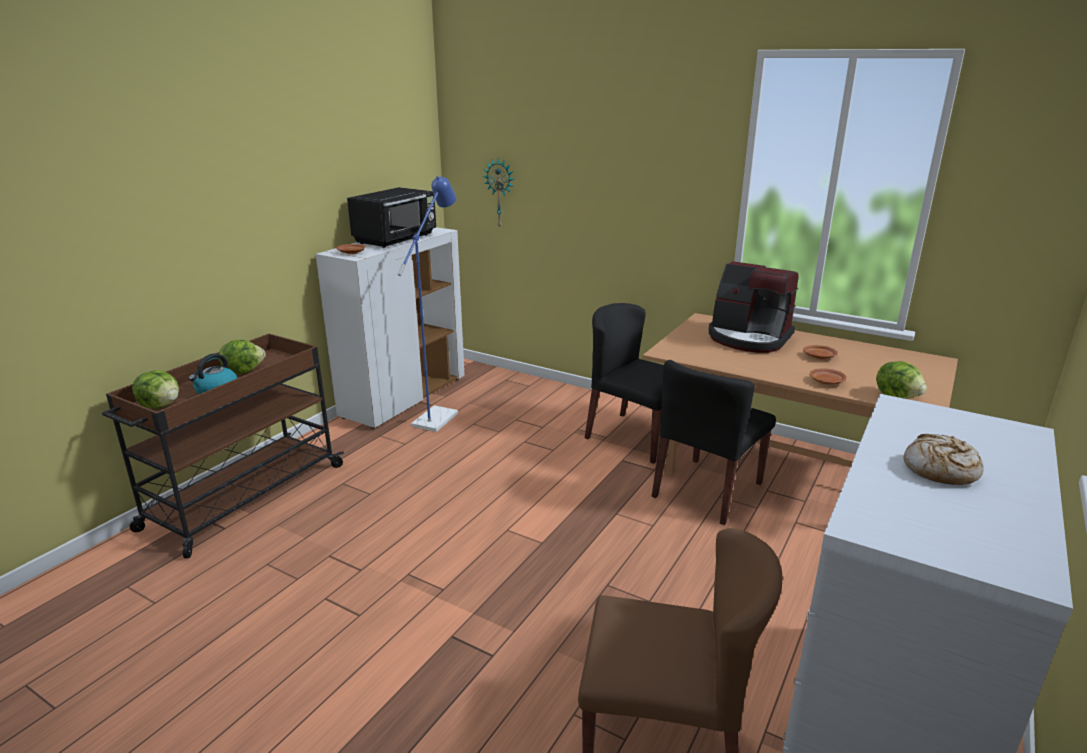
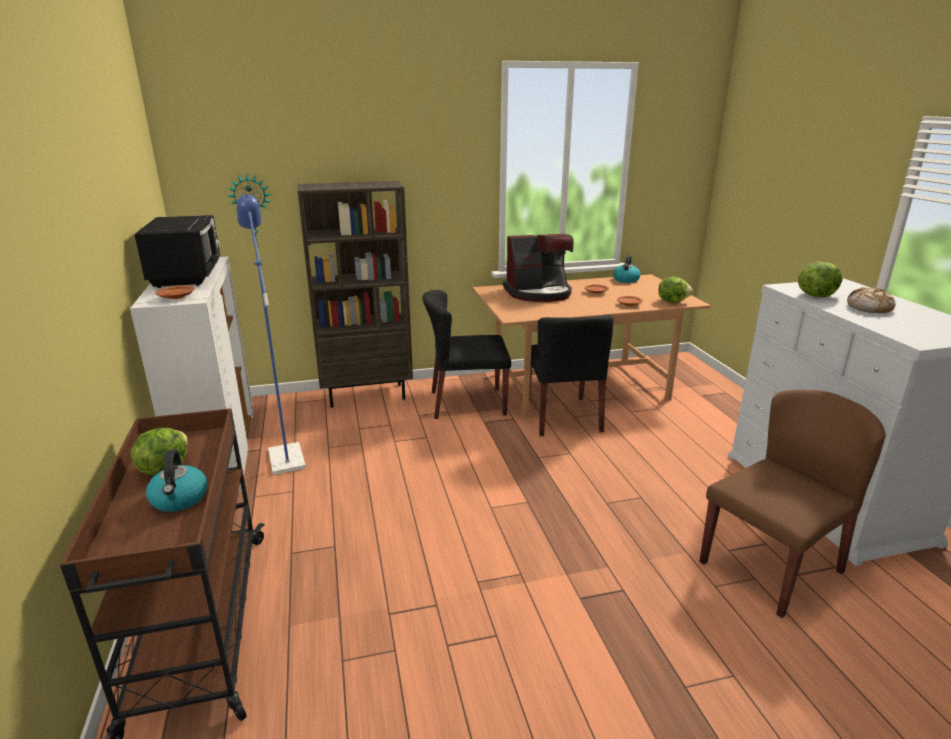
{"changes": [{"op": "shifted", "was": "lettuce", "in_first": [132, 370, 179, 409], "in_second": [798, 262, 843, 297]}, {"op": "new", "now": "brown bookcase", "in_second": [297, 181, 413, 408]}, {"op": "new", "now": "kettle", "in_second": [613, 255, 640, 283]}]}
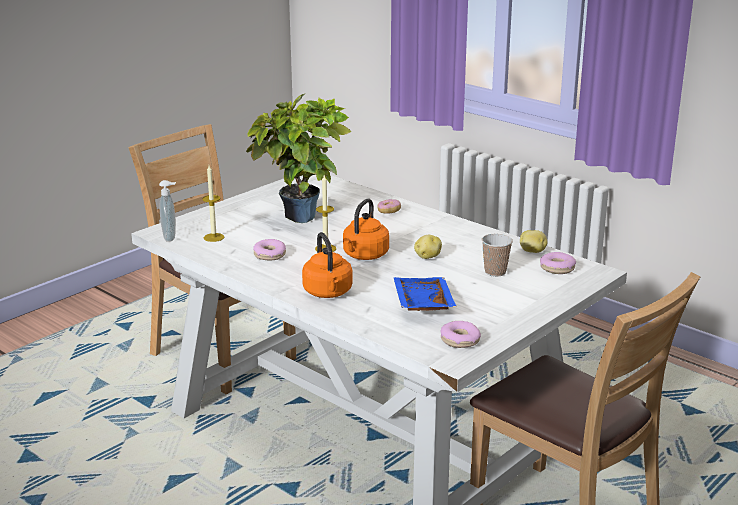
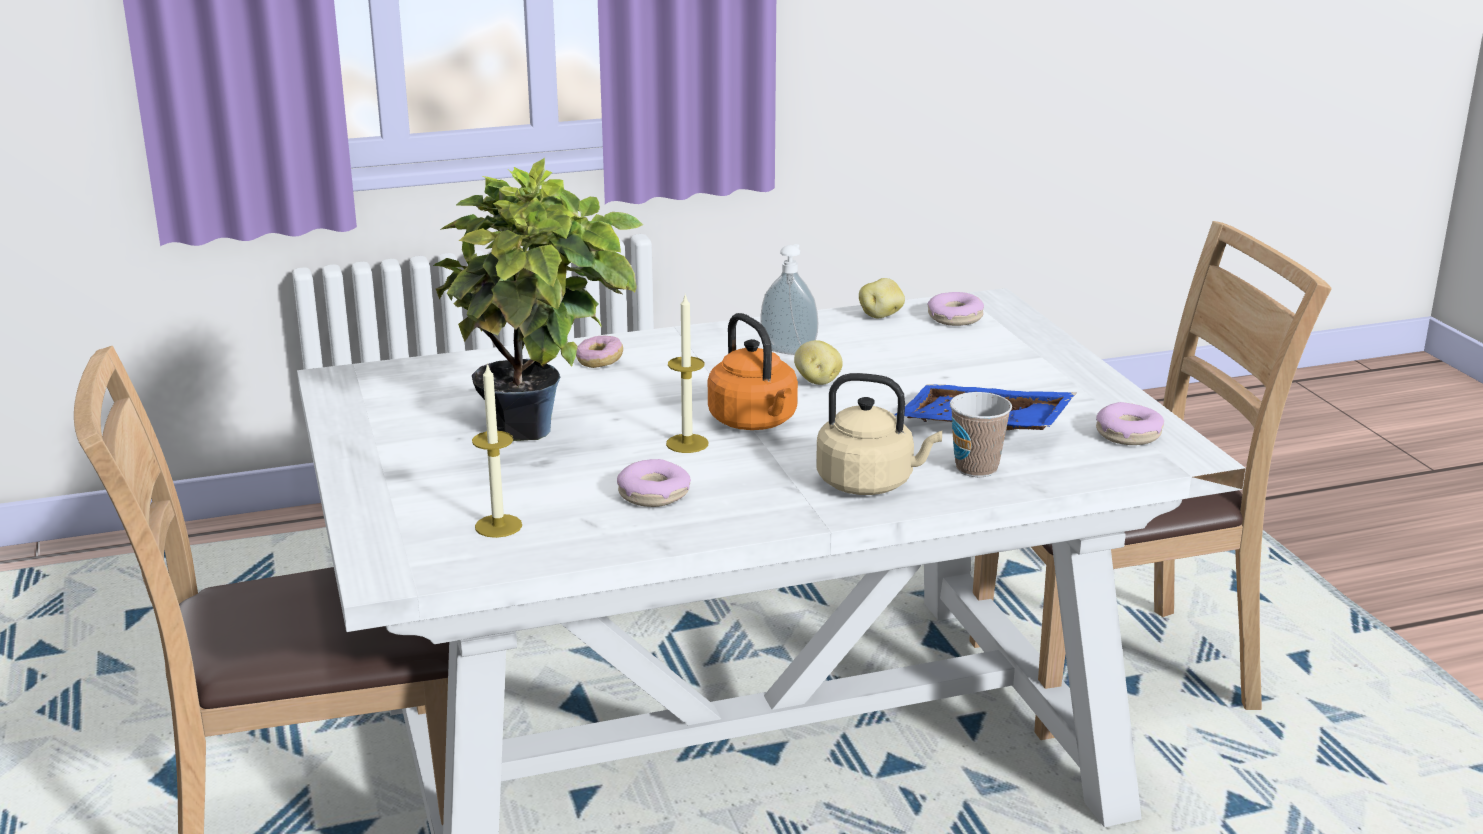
{"changes": [{"op": "shifted", "was": "soap dispenser", "in_first": [159, 180, 176, 242], "in_second": [760, 244, 818, 355]}, {"op": "repainted", "was": "orange kettle", "now": "beige kettle", "in_first": [302, 232, 353, 298], "in_second": [816, 373, 942, 495]}, {"op": "shifted", "was": "cup", "in_first": [482, 234, 513, 277], "in_second": [950, 392, 1012, 477]}]}
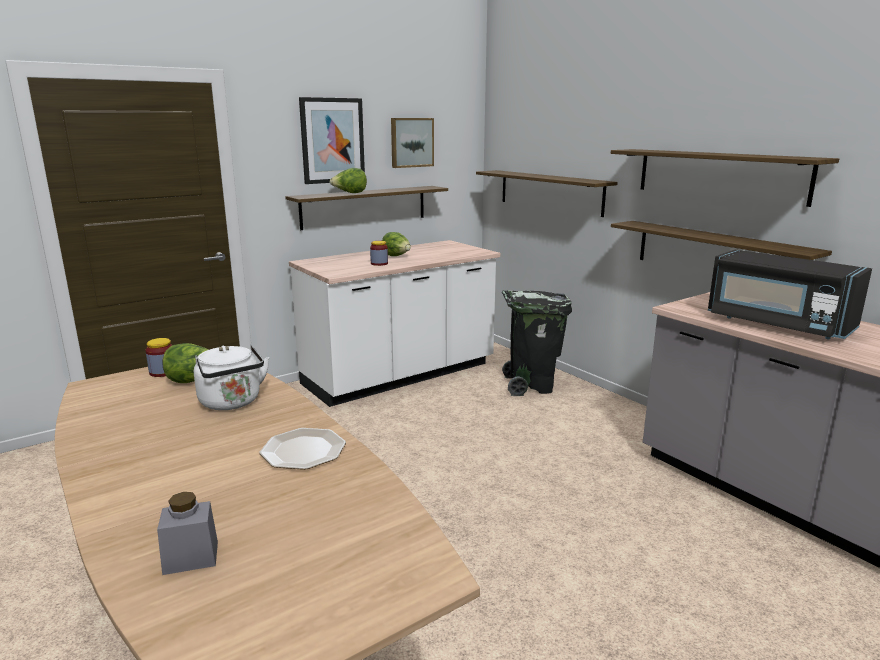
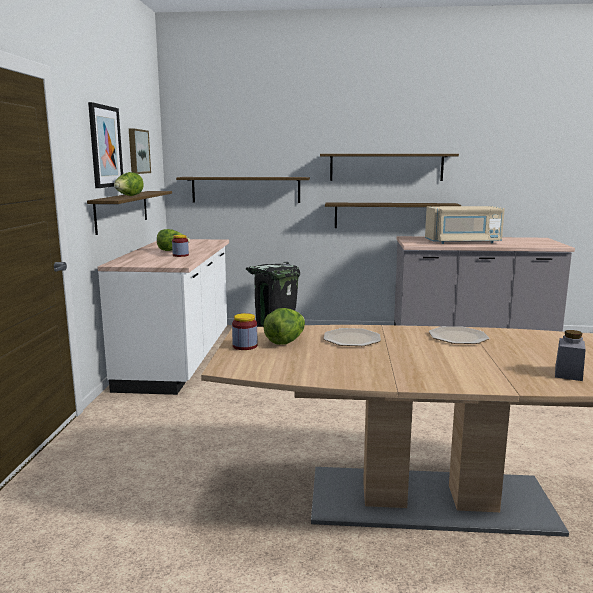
{"changes": [{"op": "repainted", "was": "black microwave", "now": "beige microwave", "in_first": [708, 250, 872, 339], "in_second": [425, 206, 505, 244]}, {"op": "swapped", "was": "white kettle", "now": "plate", "in_first": [194, 345, 269, 410], "in_second": [324, 328, 381, 346]}]}
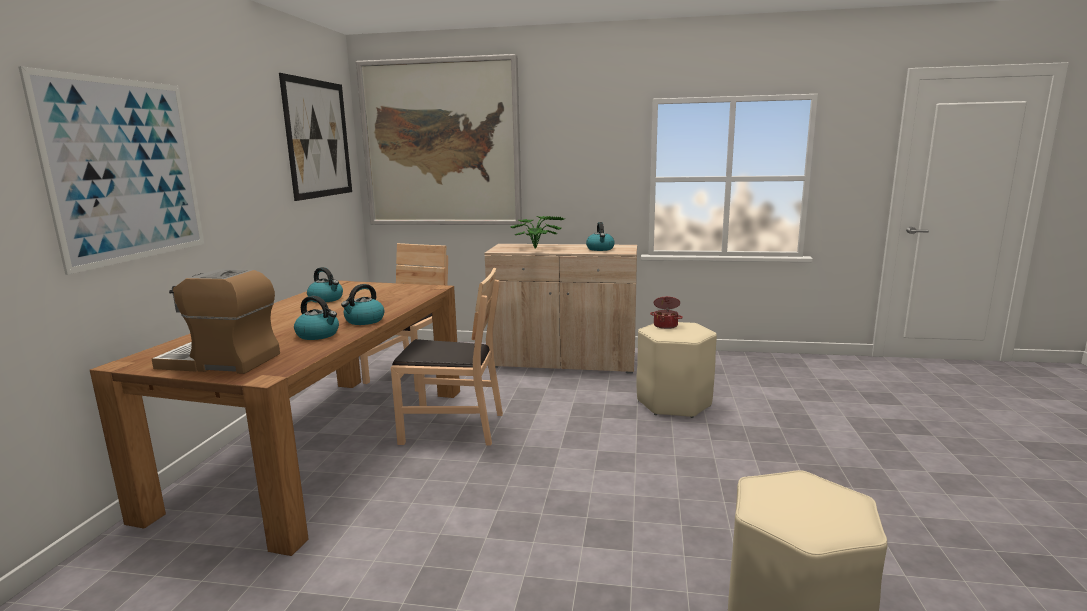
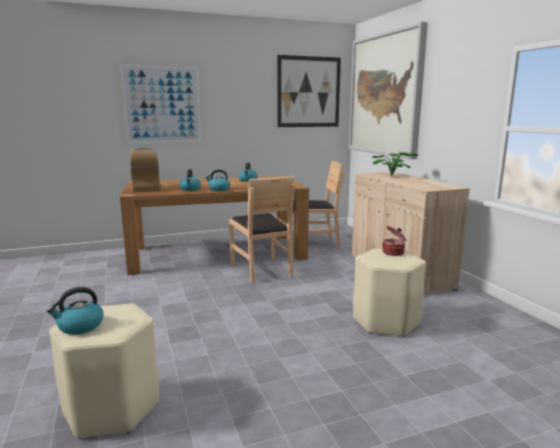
{"changes": [{"op": "shifted", "was": "kettle", "in_first": [586, 222, 615, 251], "in_second": [46, 287, 103, 335]}]}
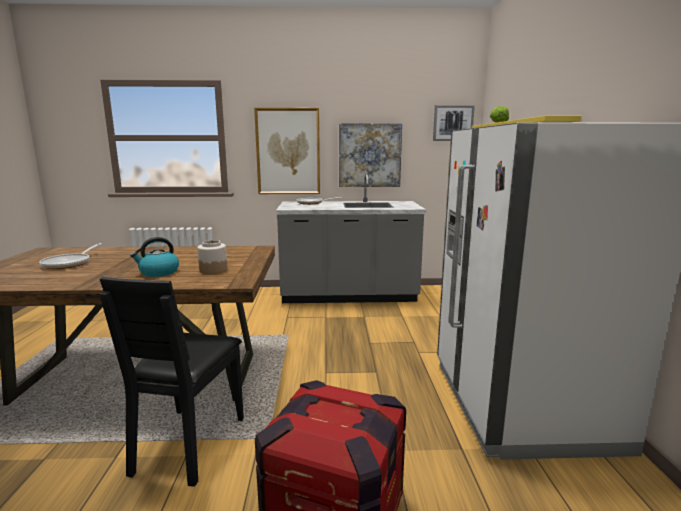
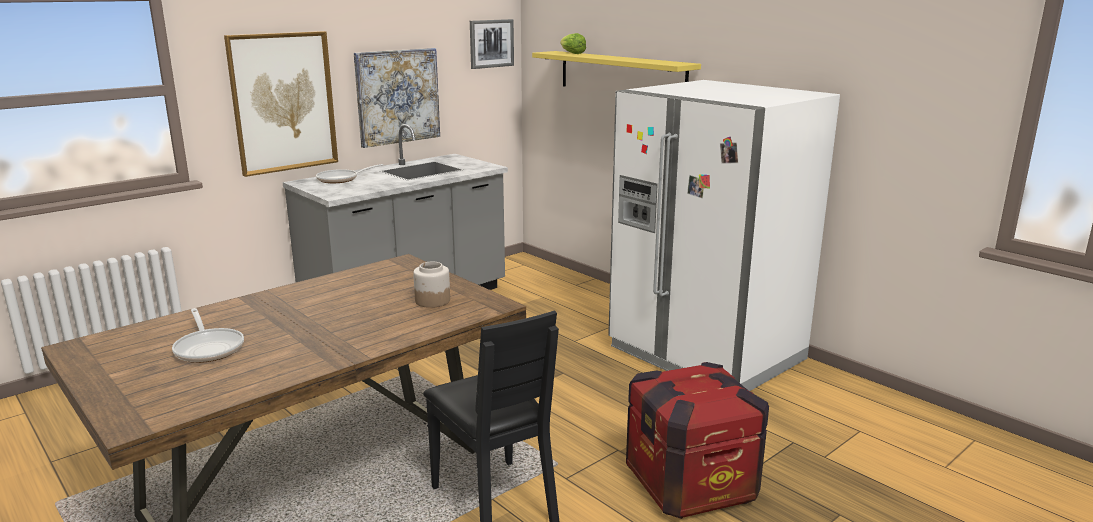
{"changes": [{"op": "gone", "was": "kettle", "in_first": [130, 237, 179, 277]}]}
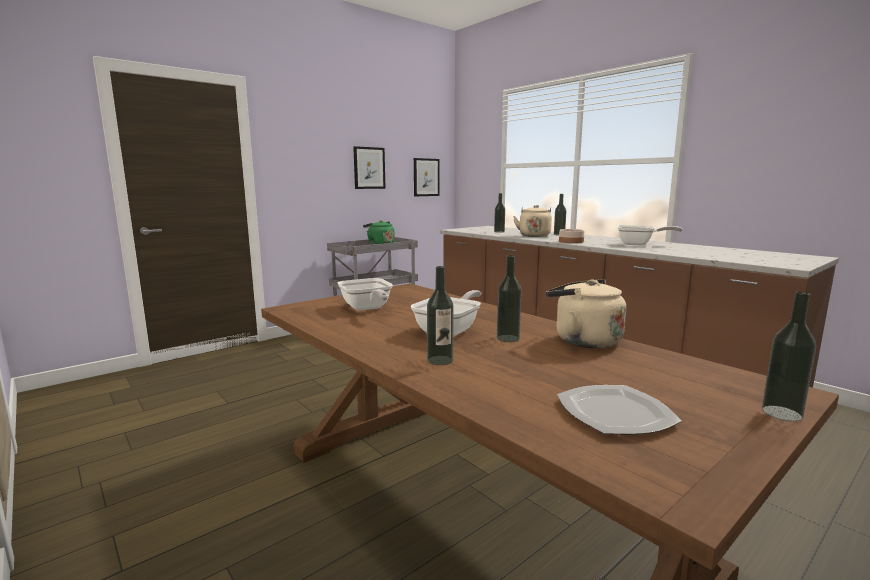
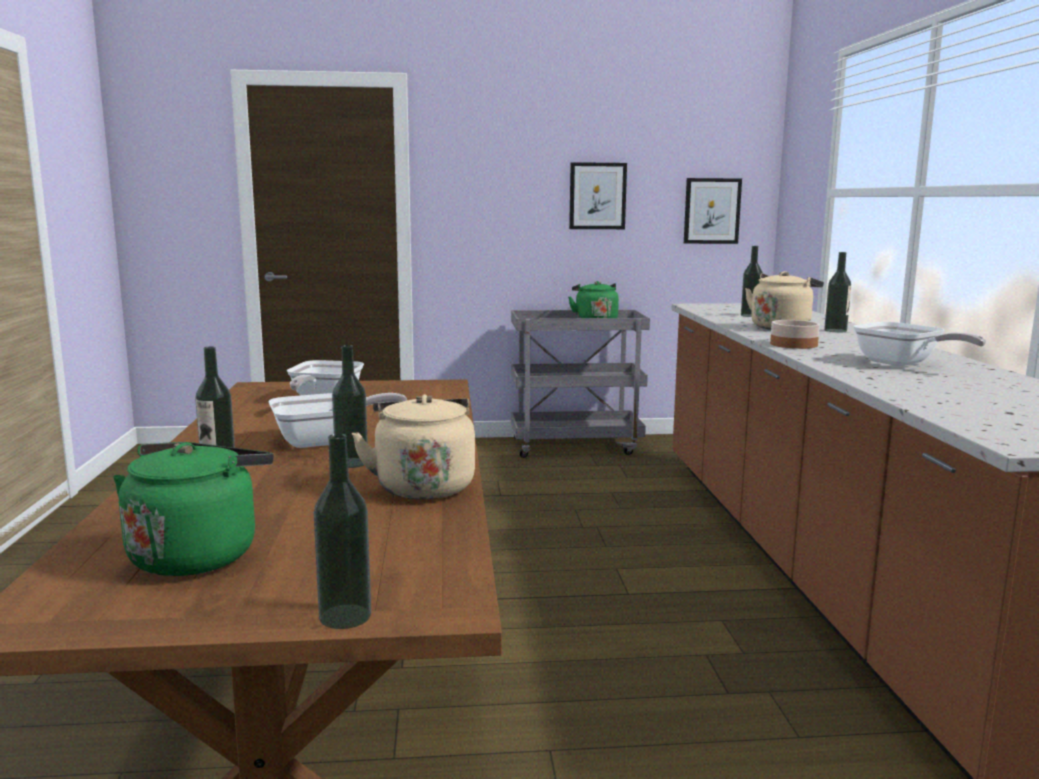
{"changes": [{"op": "swapped", "was": "plate", "now": "green kettle", "in_first": [557, 385, 682, 434], "in_second": [113, 442, 274, 576]}]}
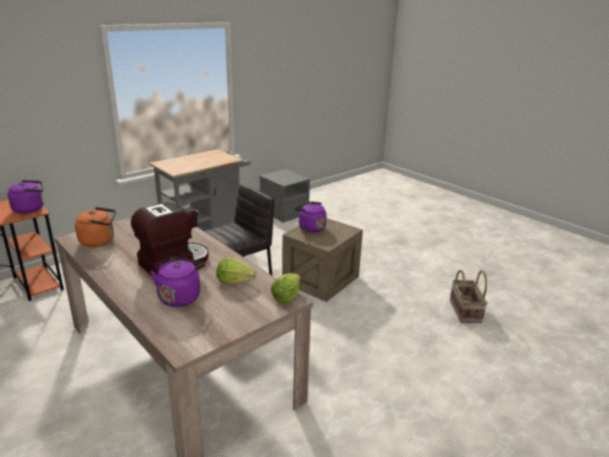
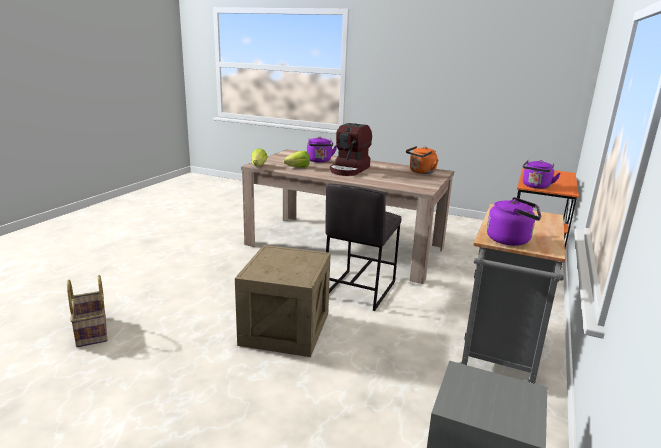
{"changes": [{"op": "shifted", "was": "purple kettle", "in_first": [294, 202, 327, 233], "in_second": [487, 197, 541, 246]}]}
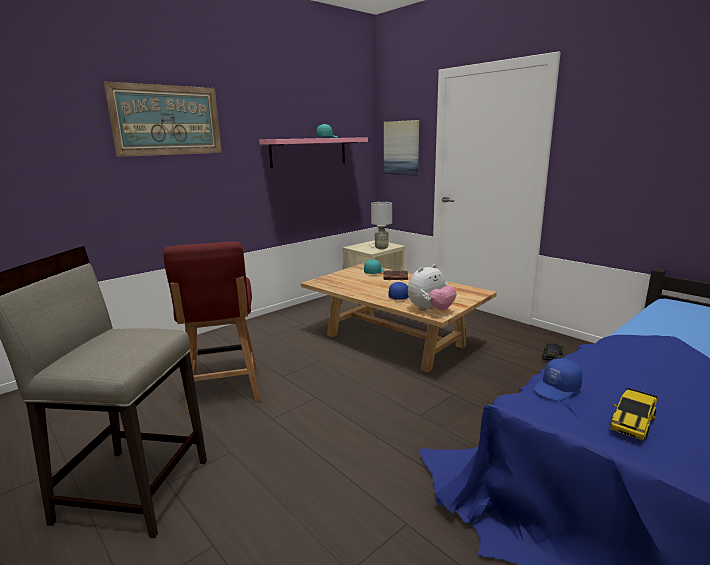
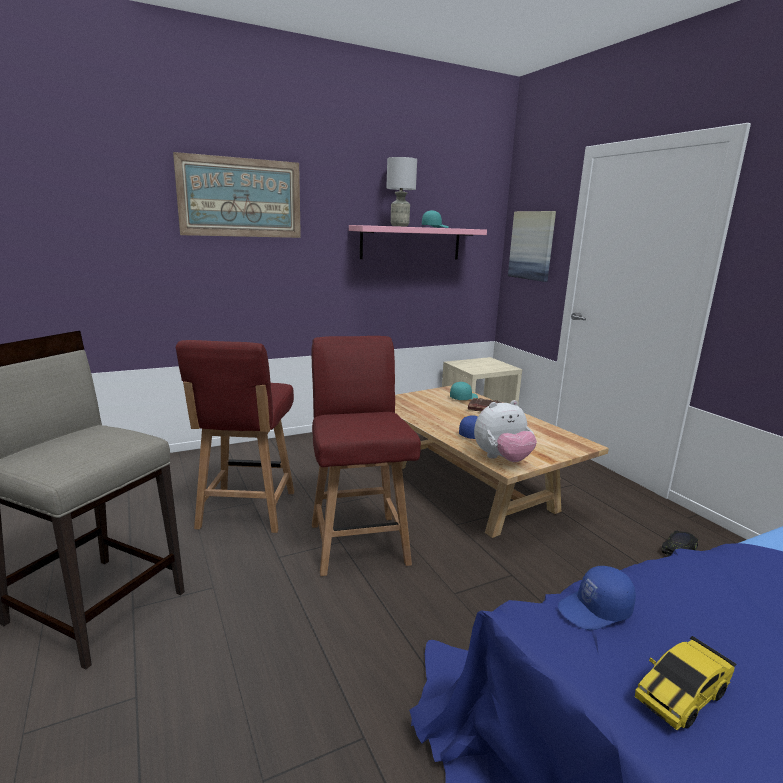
{"changes": [{"op": "shifted", "was": "grey table lamp", "in_first": [371, 202, 392, 249], "in_second": [386, 157, 417, 227]}, {"op": "new", "now": "red chair", "in_second": [311, 336, 421, 576]}]}
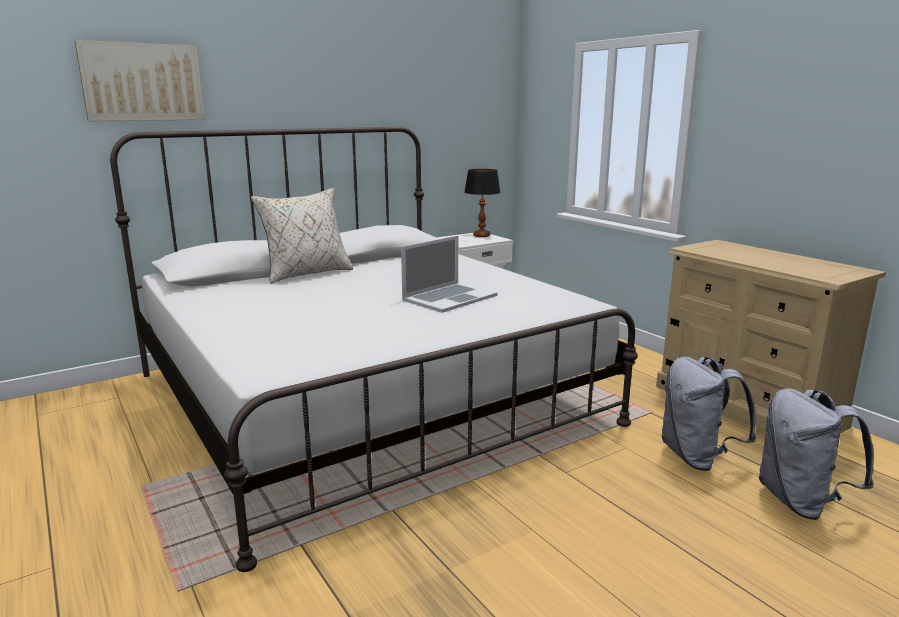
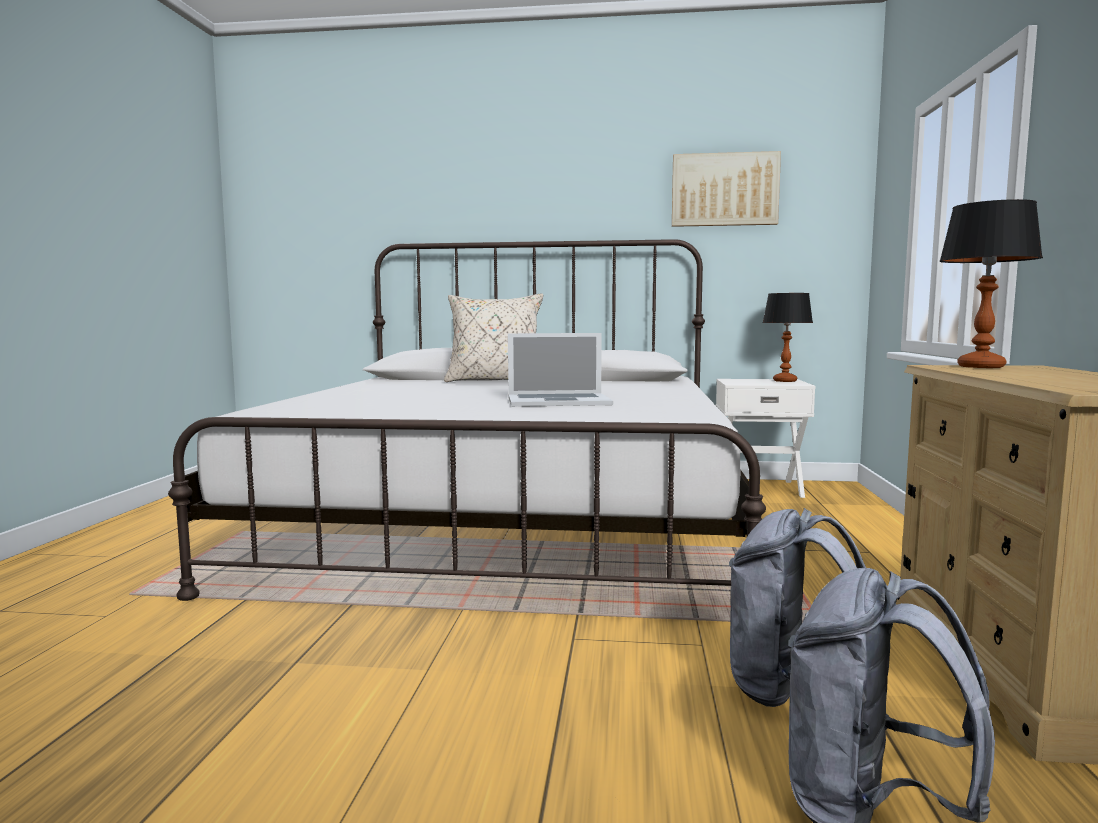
{"changes": [{"op": "shifted", "was": "picture", "in_first": [75, 40, 205, 121], "in_second": [672, 151, 781, 227]}, {"op": "new", "now": "table lamp", "in_second": [939, 199, 1043, 368]}]}
